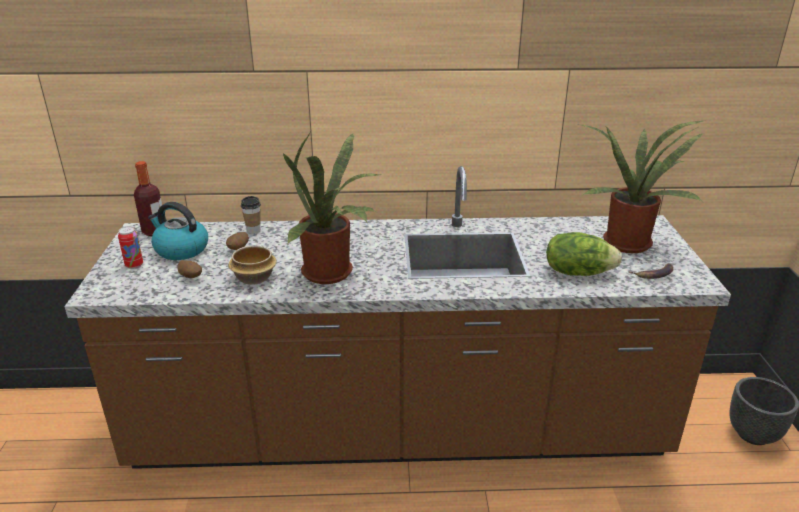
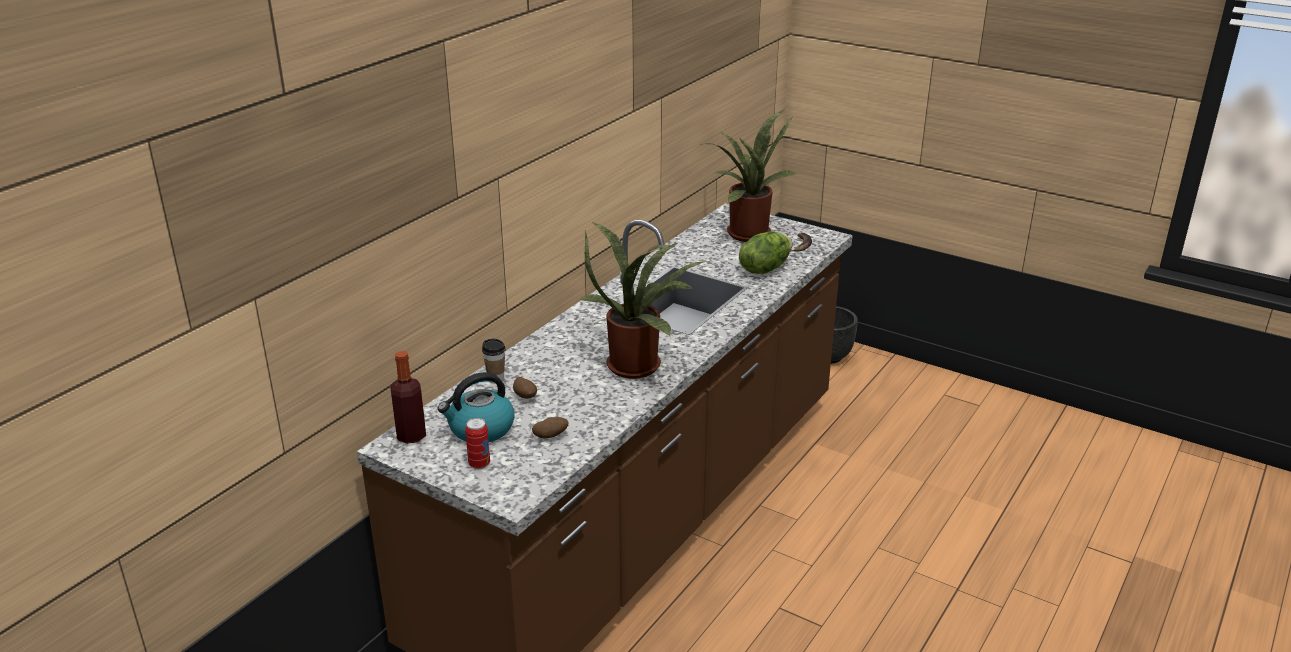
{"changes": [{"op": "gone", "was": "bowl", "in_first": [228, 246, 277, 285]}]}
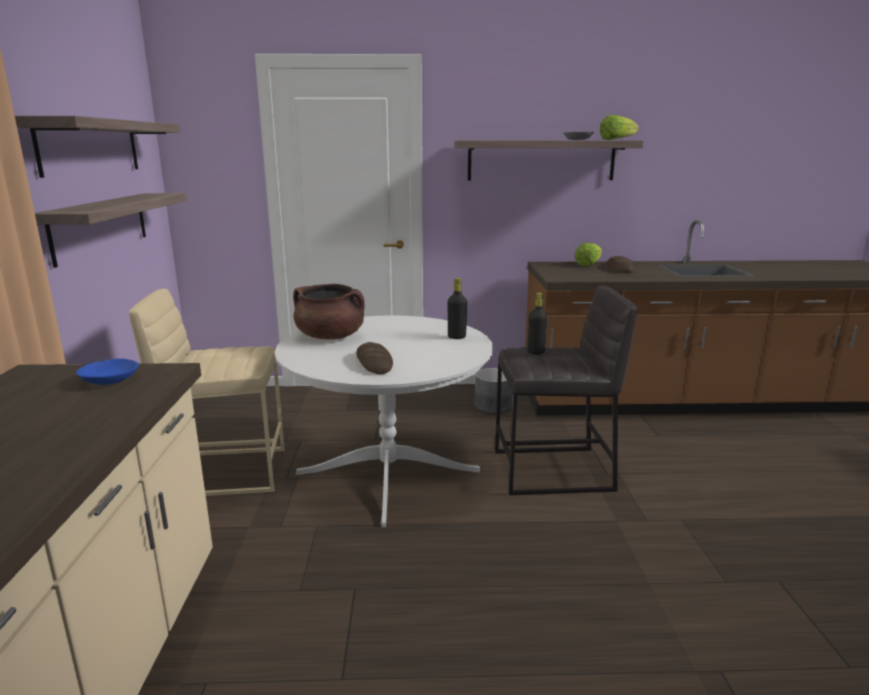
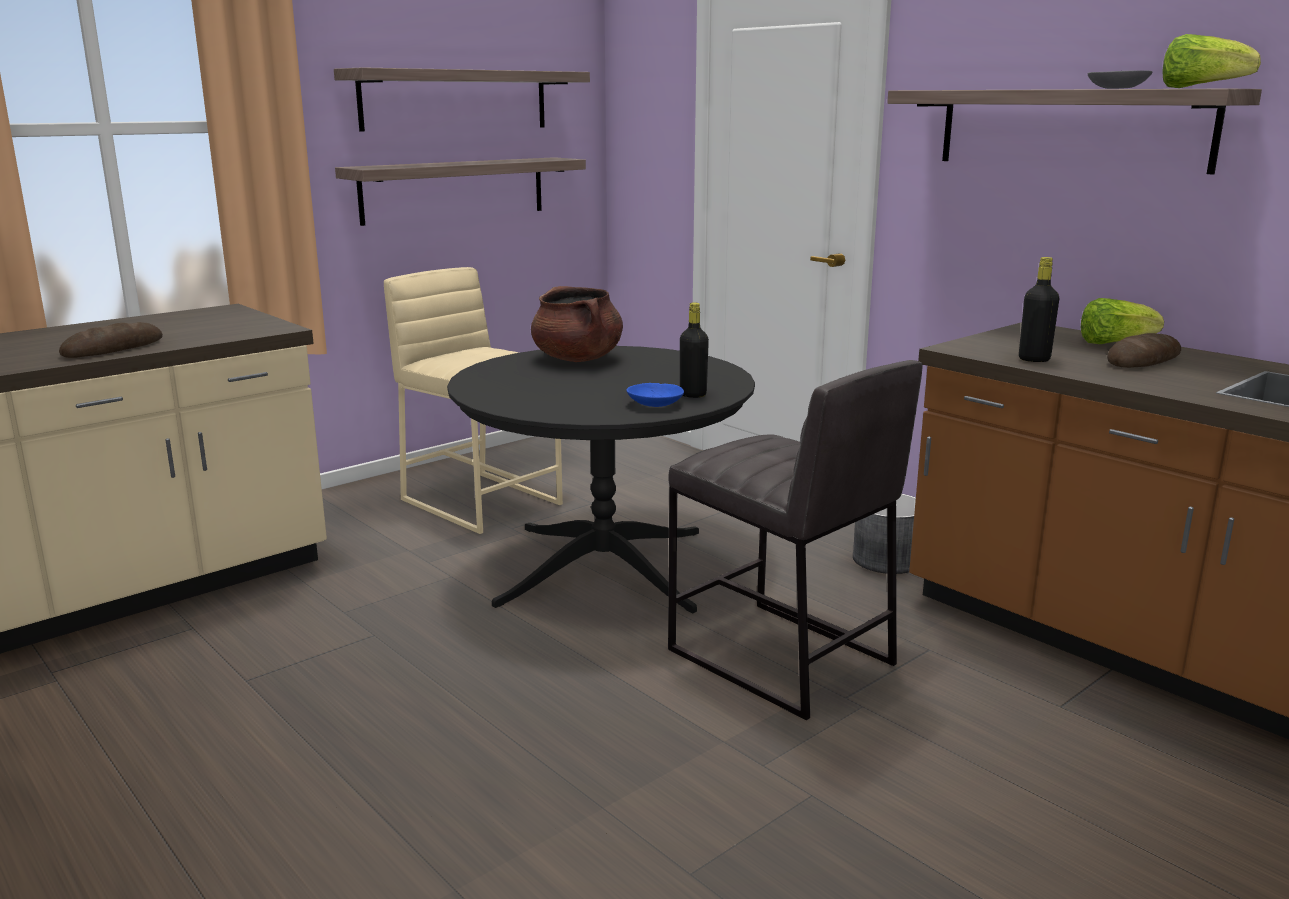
{"changes": [{"op": "shifted", "was": "black bottle", "in_first": [528, 293, 548, 355], "in_second": [1019, 257, 1059, 362]}, {"op": "repainted", "was": "white dining table", "now": "black dining table", "in_first": [274, 315, 493, 527], "in_second": [447, 346, 755, 613]}, {"op": "shifted", "was": "bread", "in_first": [356, 342, 393, 374], "in_second": [59, 322, 163, 358]}, {"op": "shifted", "was": "blue bowl", "in_first": [76, 359, 139, 385], "in_second": [626, 383, 684, 407]}]}
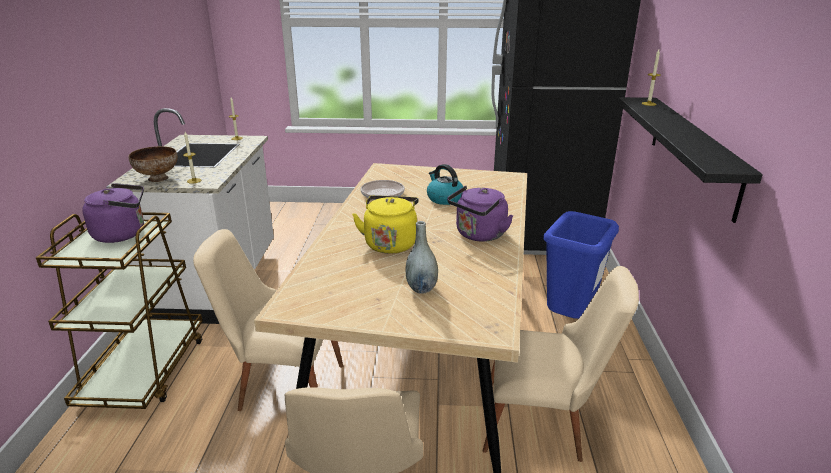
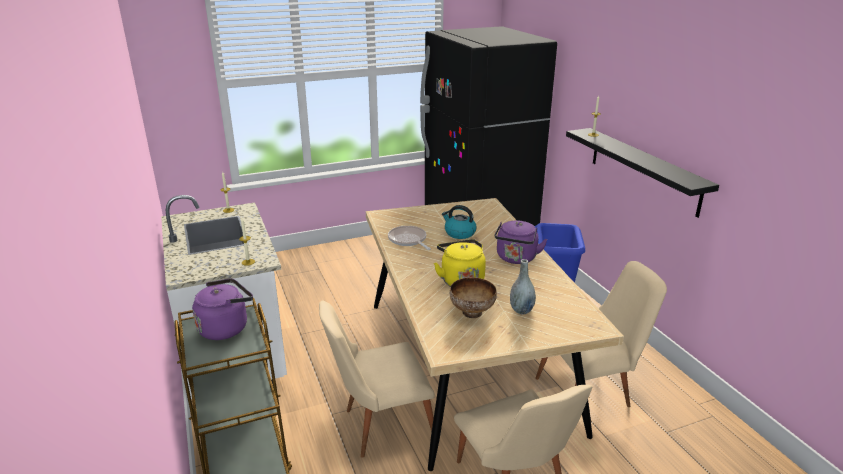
{"changes": [{"op": "shifted", "was": "bowl", "in_first": [129, 146, 178, 182], "in_second": [450, 277, 497, 318]}]}
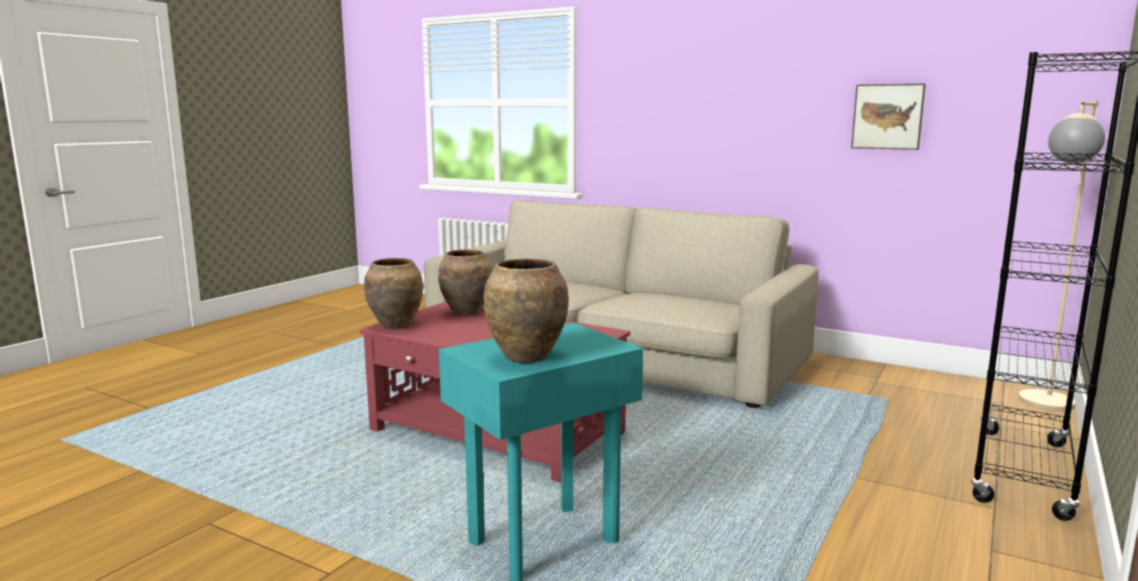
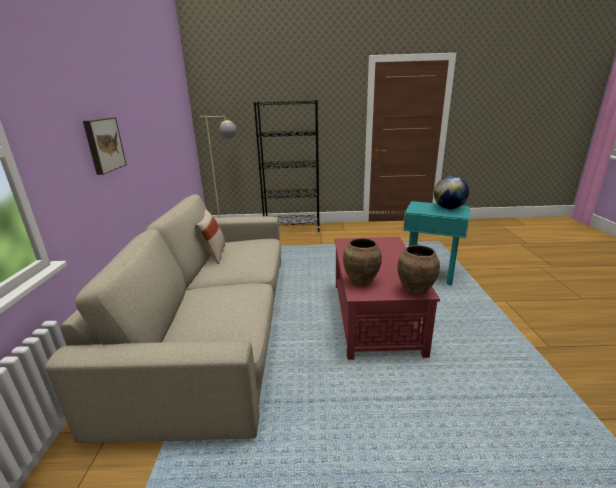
{"changes": [{"op": "shifted", "was": "picture", "in_first": [851, 84, 926, 150], "in_second": [83, 117, 127, 175]}, {"op": "swapped", "was": "brown vase", "now": "globe", "in_first": [483, 258, 569, 363], "in_second": [434, 176, 469, 209]}, {"op": "new", "now": "beige pillow", "in_second": [195, 209, 225, 264]}]}
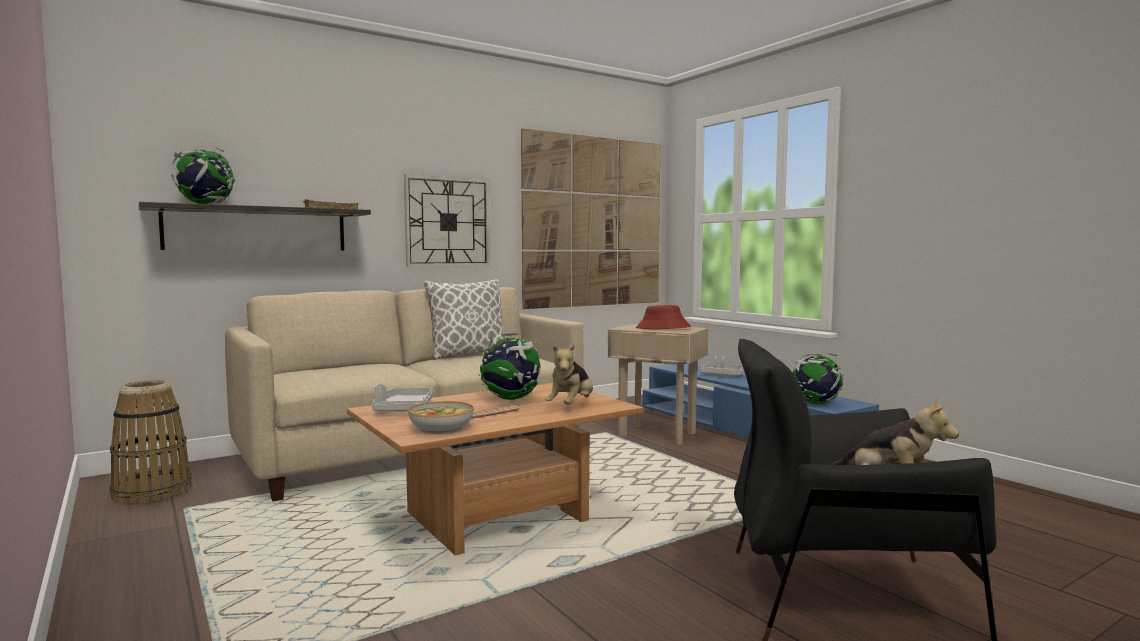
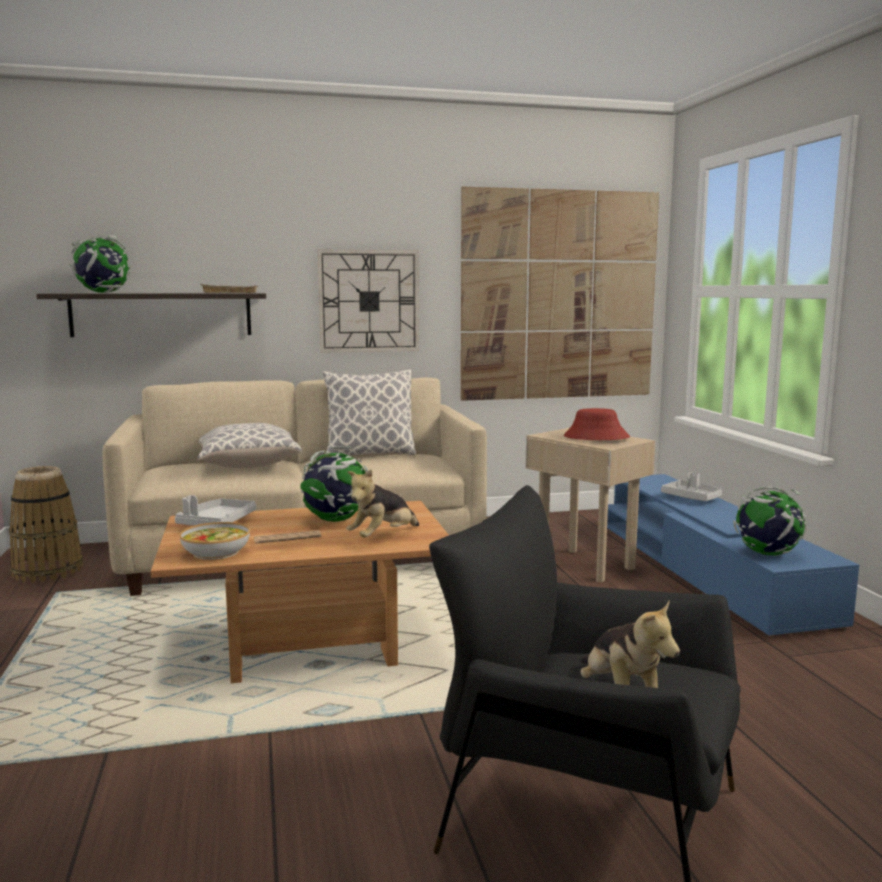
{"changes": [{"op": "new", "now": "pillow", "in_second": [197, 423, 302, 468]}]}
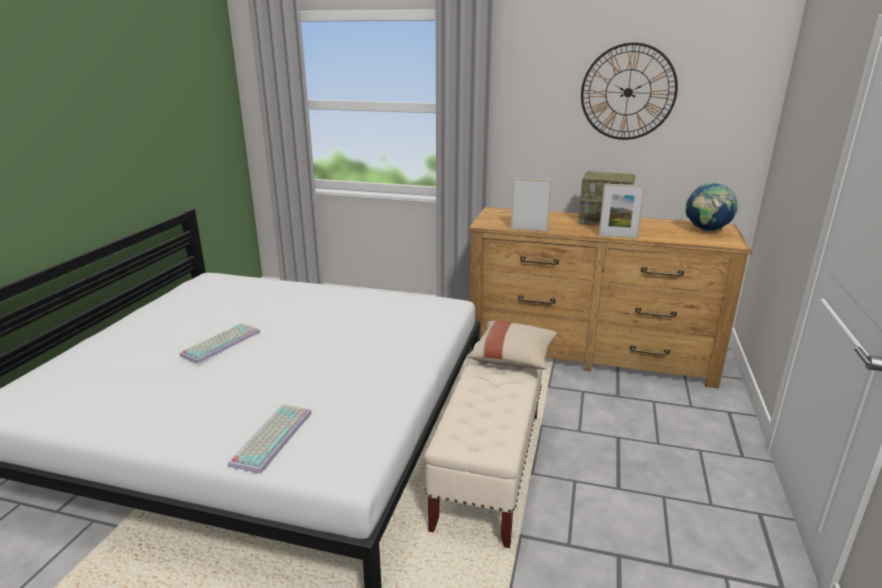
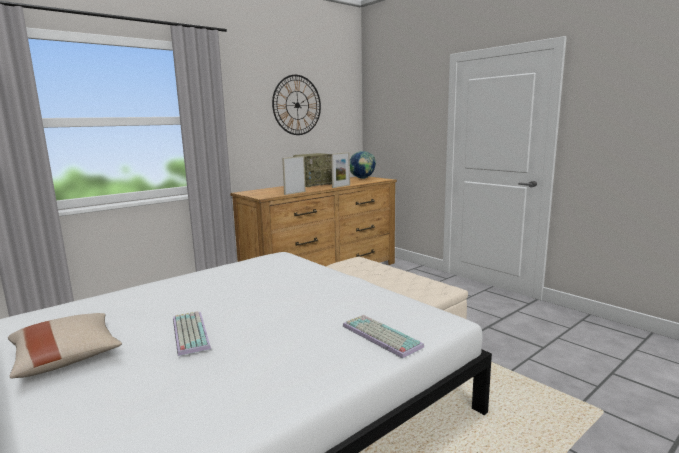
{"changes": [{"op": "shifted", "was": "beige pillow", "in_first": [468, 321, 557, 369], "in_second": [8, 313, 122, 378]}]}
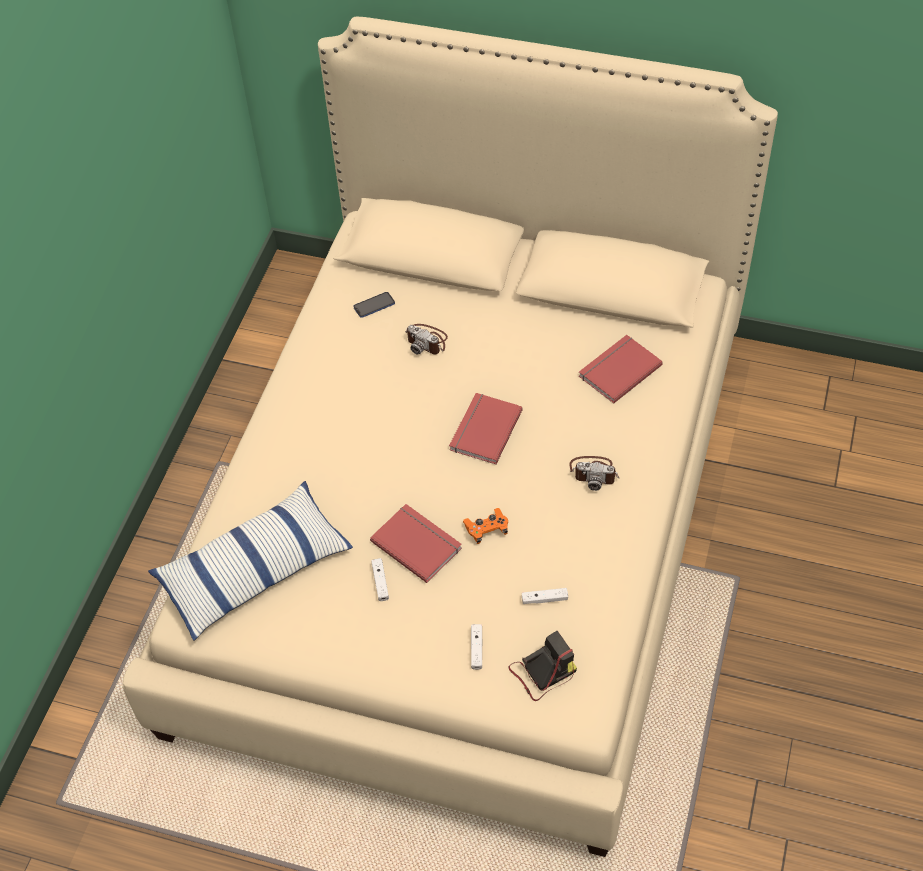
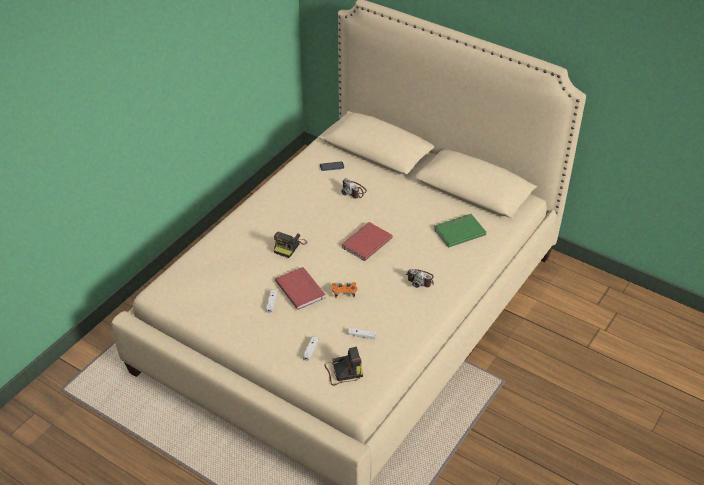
{"changes": [{"op": "repainted", "was": "red book", "now": "green book", "in_first": [579, 335, 663, 404], "in_second": [434, 214, 486, 248]}, {"op": "gone", "was": "pillow", "in_first": [148, 481, 353, 641]}, {"op": "new", "now": "photo camera", "in_second": [274, 232, 308, 258]}]}
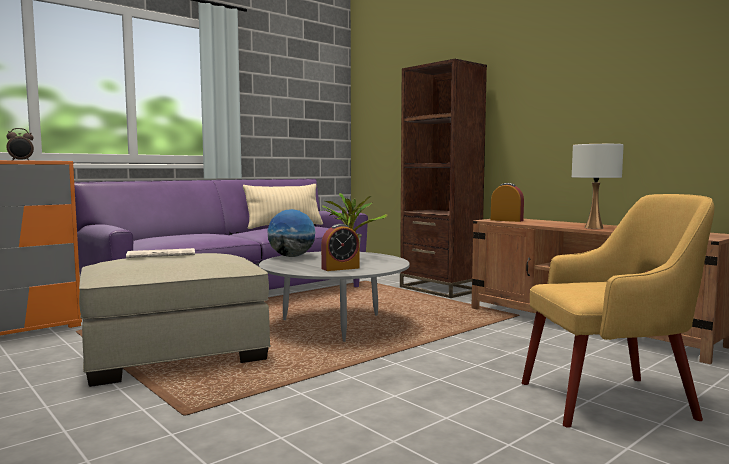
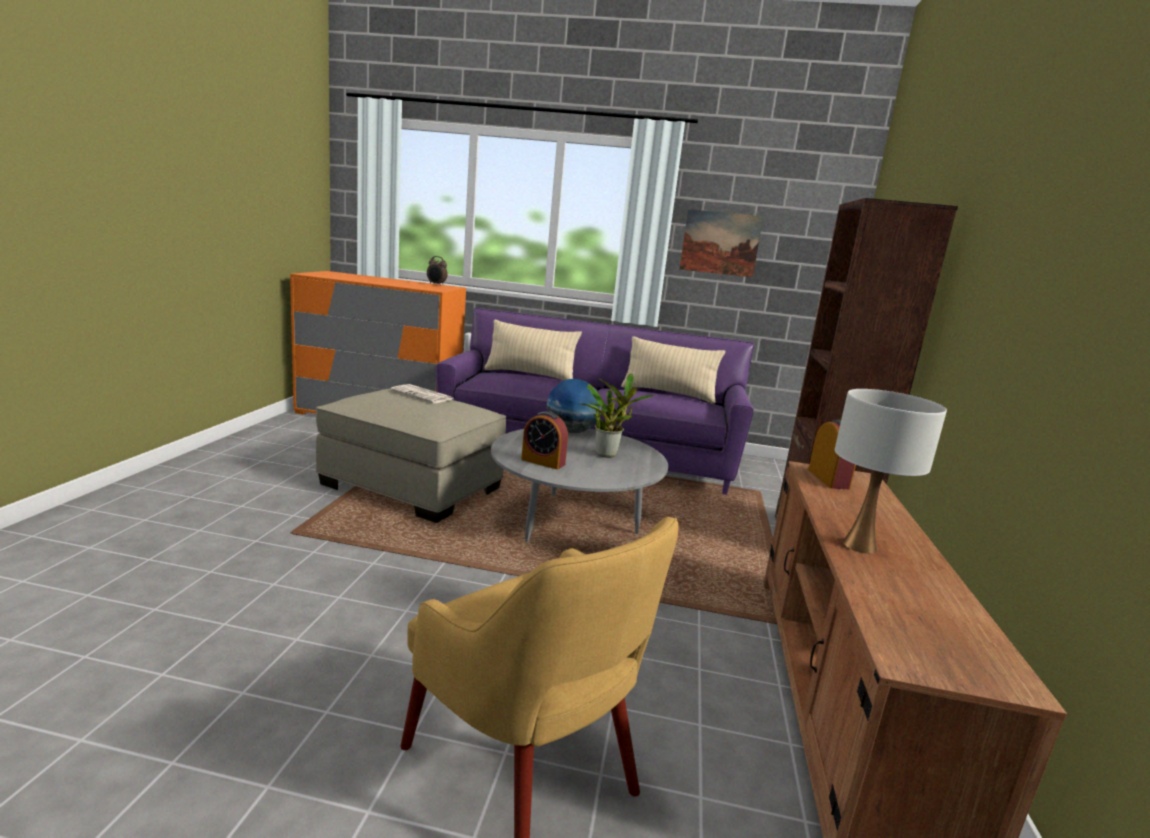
{"changes": [{"op": "new", "now": "picture", "in_second": [680, 209, 764, 277]}, {"op": "new", "now": "beige pillow", "in_second": [484, 319, 582, 381]}]}
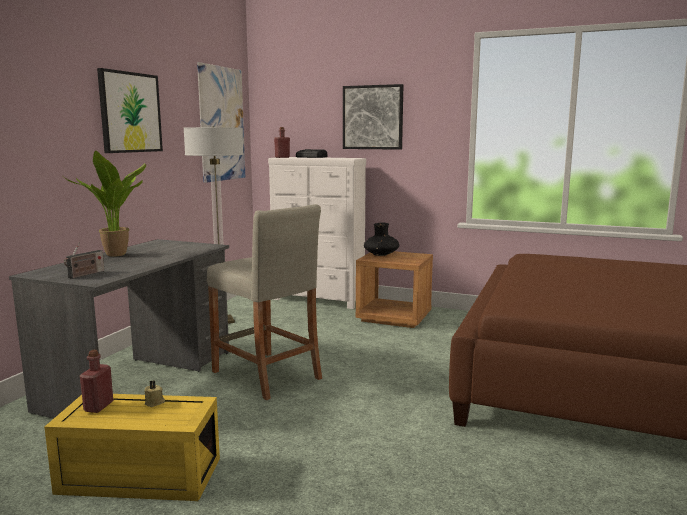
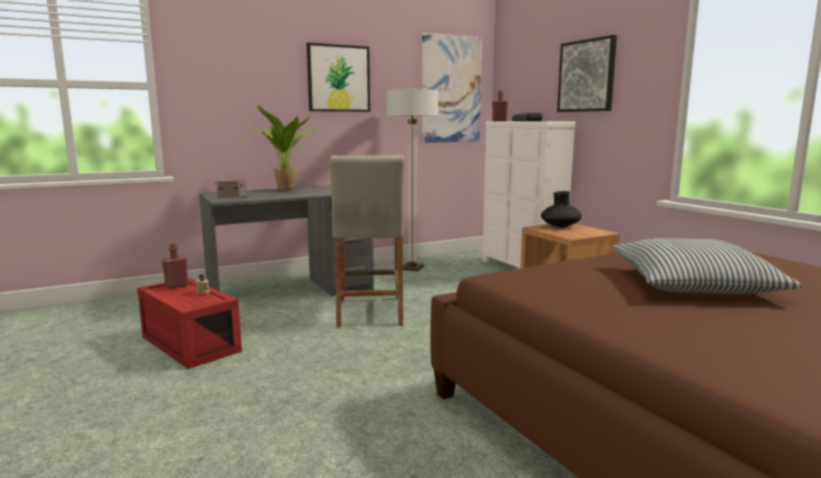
{"changes": [{"op": "repainted", "was": "yellow storage box", "now": "red storage box", "in_first": [44, 394, 220, 501], "in_second": [137, 277, 242, 369]}, {"op": "new", "now": "pillow", "in_second": [611, 238, 803, 294]}]}
